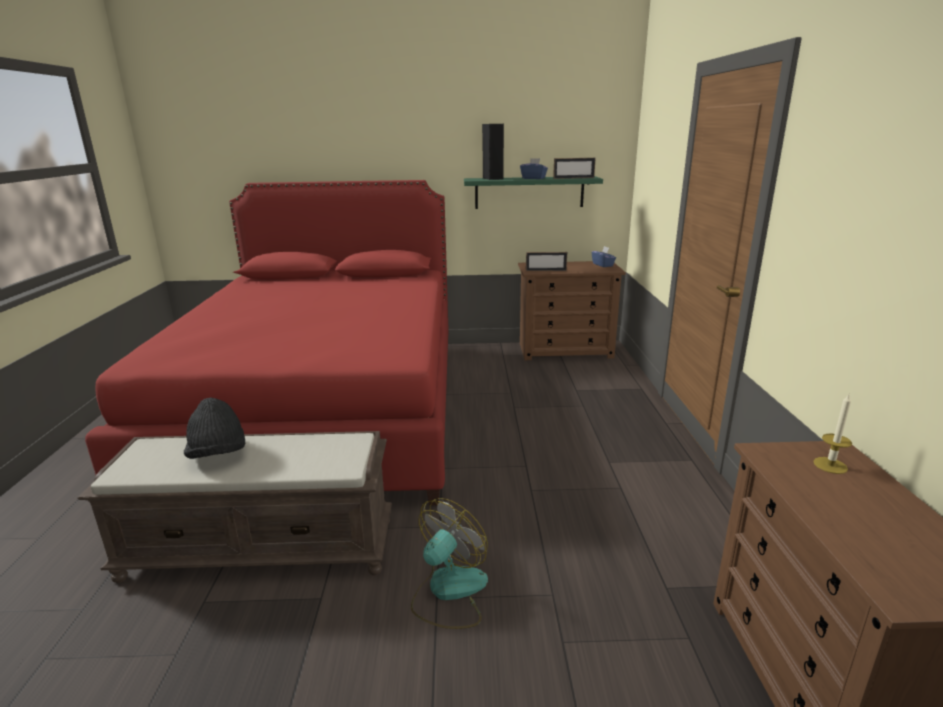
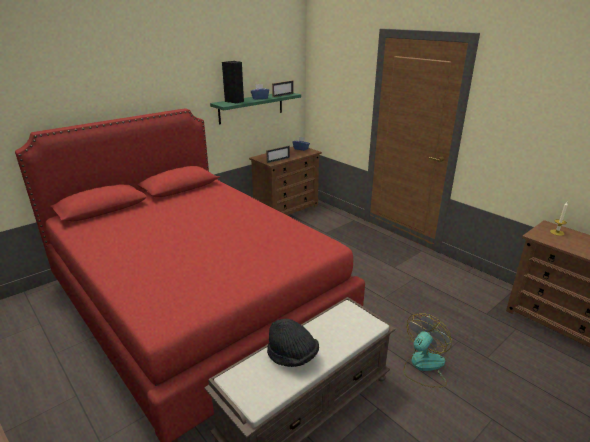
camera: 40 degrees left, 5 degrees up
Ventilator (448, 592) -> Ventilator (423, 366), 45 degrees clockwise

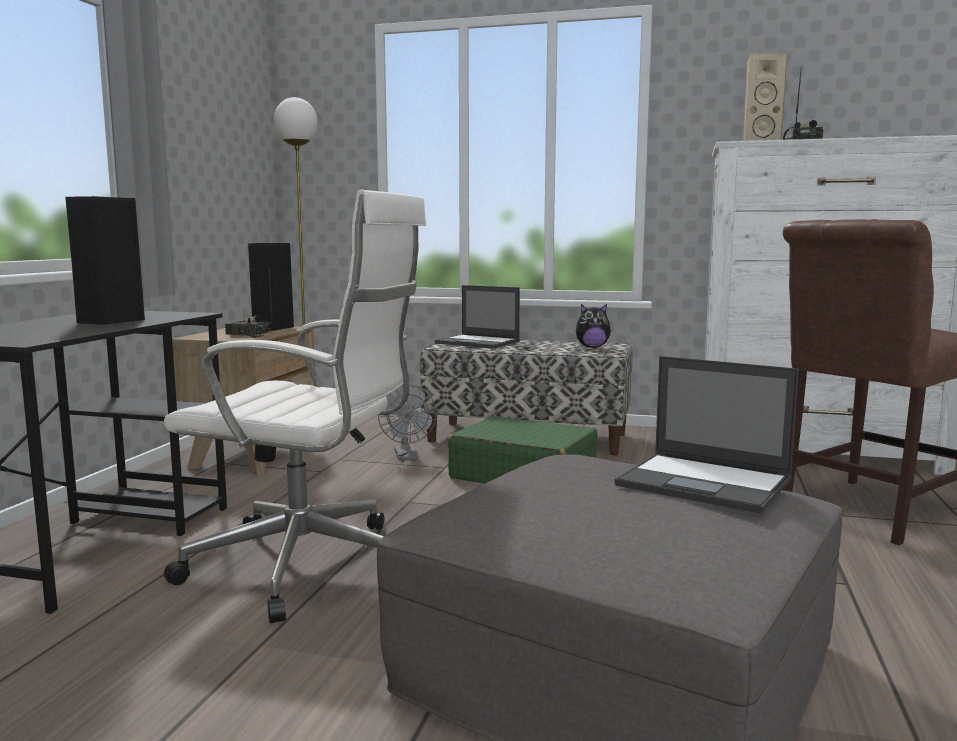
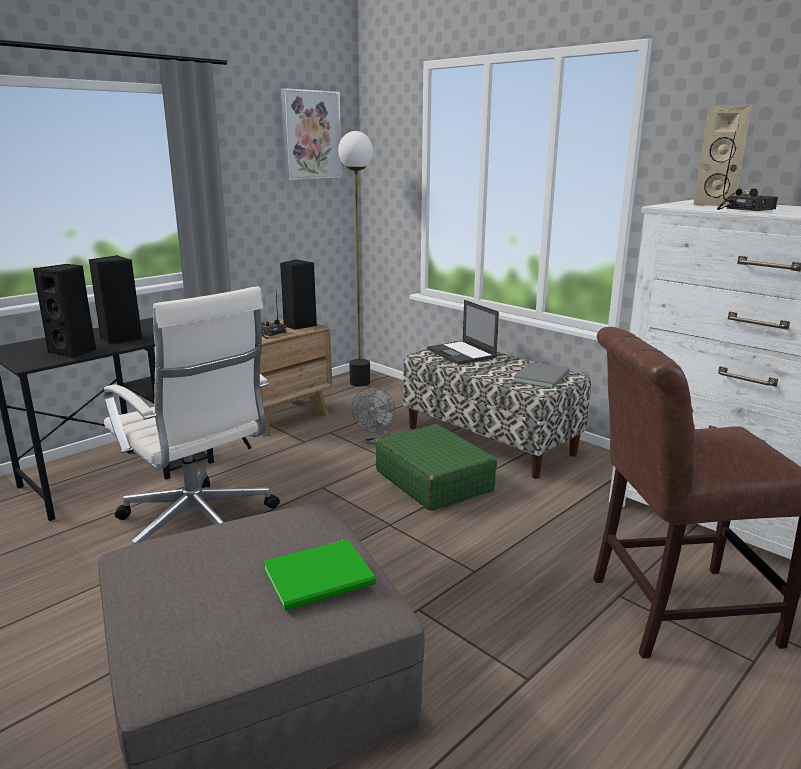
camera: 30 degrees right, 10 degrees up
none -> Lautsprecher [schwarz] (74, 352)
Laptop (706, 483) -> Buch [grün] (322, 577)
none -> Bild (311, 135)
Plüschtier (592, 347) -> Buch [grau] (543, 377)

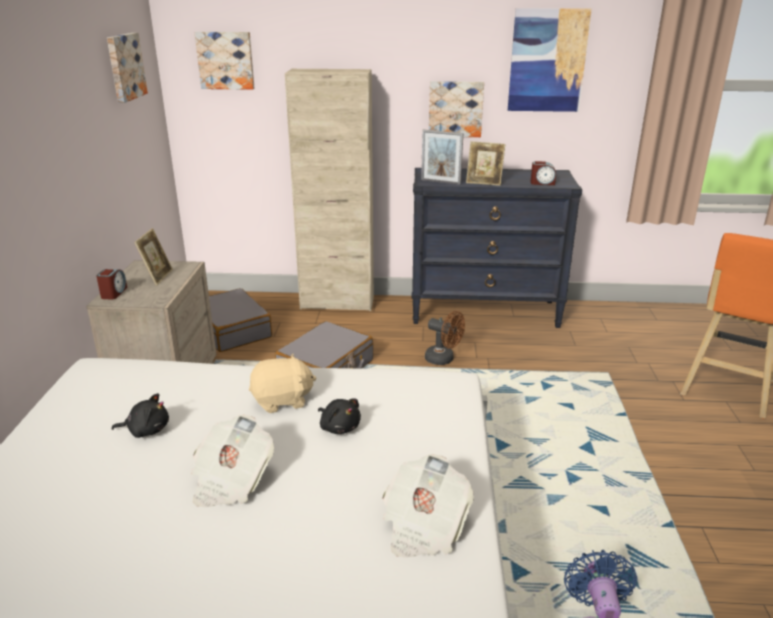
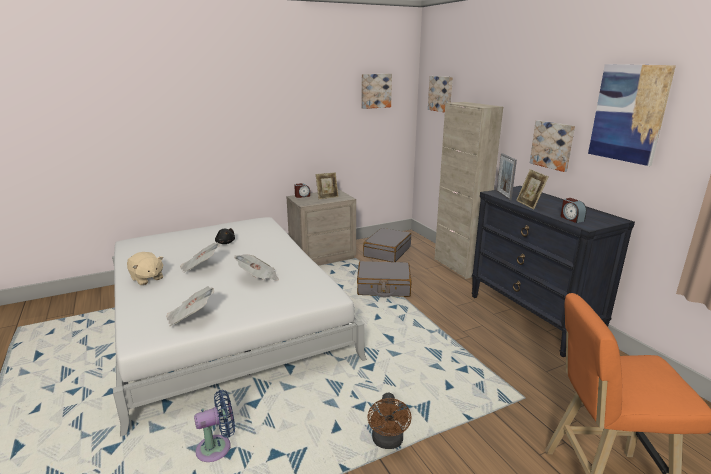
camera: 60 degrees right, 5 degrees down
Plüschtier [beige] (282, 400) -> Plüschtier [beige] (147, 278), relocated
Plüschtier [schwarz] (339, 427) -> Zeitung (258, 278)
Ventilator [braun] (443, 359) -> Ventilator [braun] (388, 442), relocated

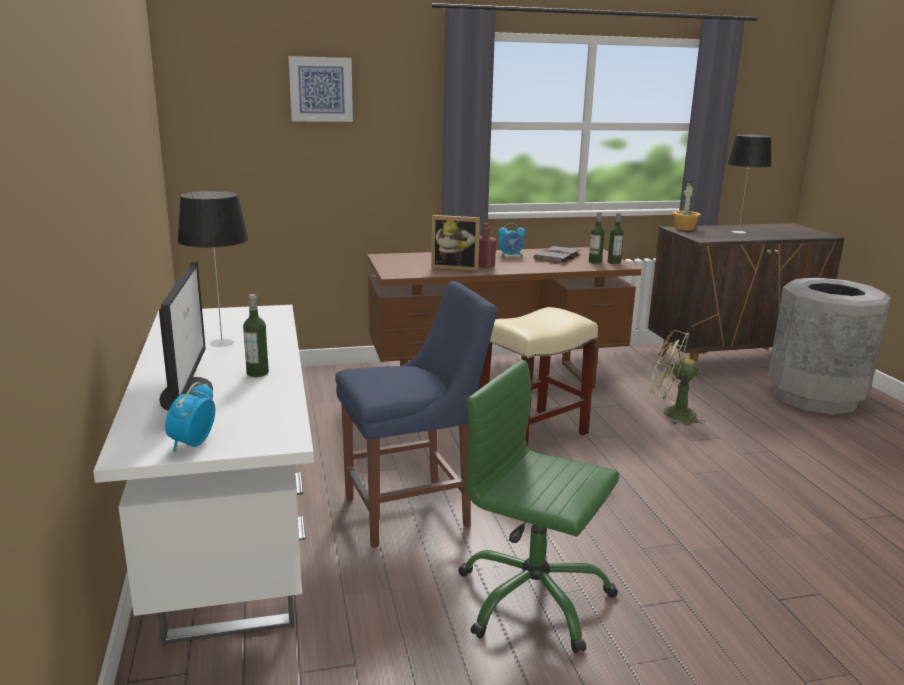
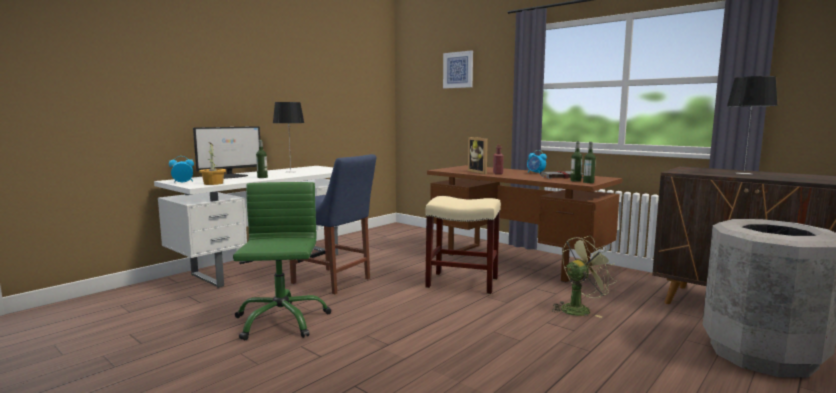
camera: 55 degrees right, 10 degrees down
Topfpflanze (684, 228) -> Topfpflanze (213, 183), relocated
Ventilator [grün] (671, 413) -> Ventilator [grün] (579, 309), 75 degrees clockwise

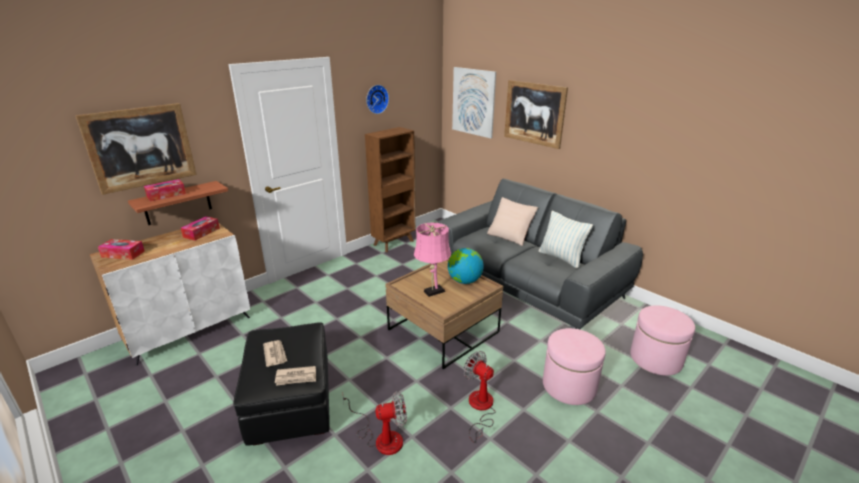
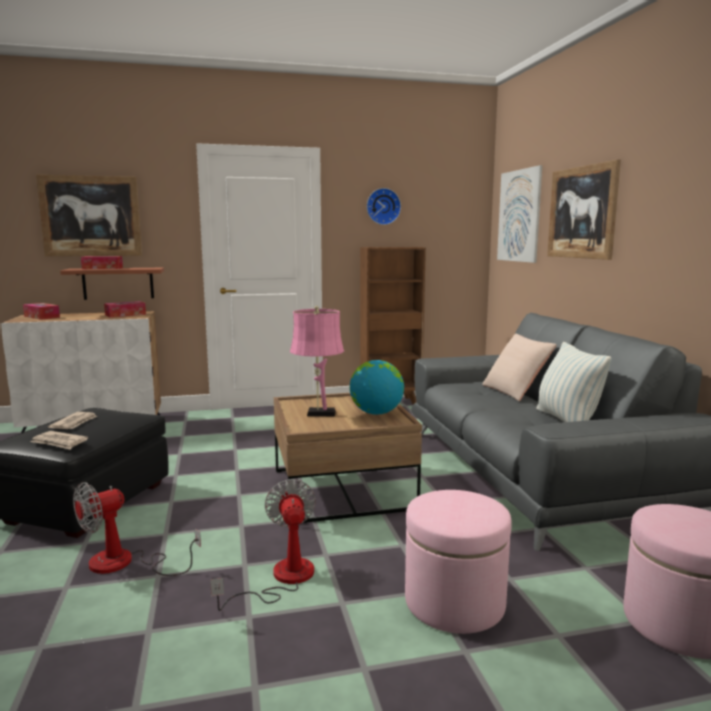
camera: 30 degrees right, 15 degrees down
Ventilator (381, 437) -> Ventilator (125, 563), 120 degrees clockwise

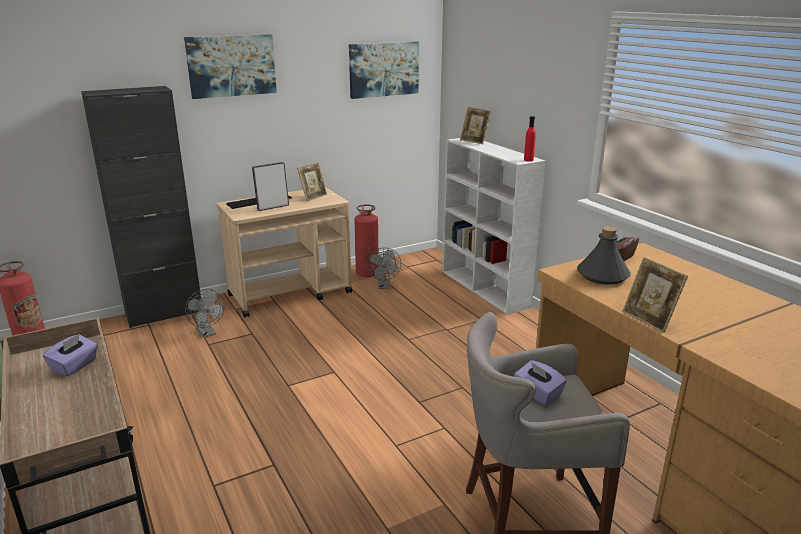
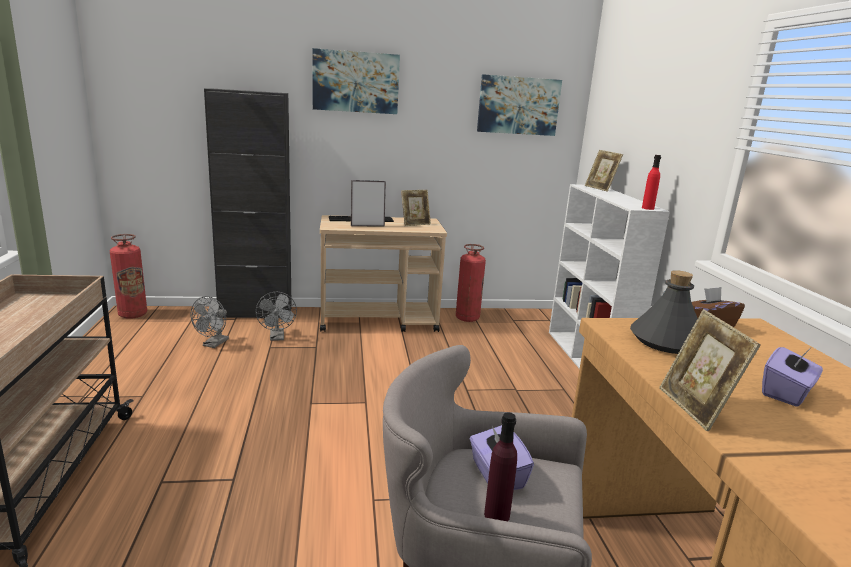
camera: 20 degrees right, 5 degrees down
Ventilator [grau] (384, 286) -> Ventilator [grau] (213, 344), relocated
none -> Flasche [lila] (497, 515)
Taschentuchbox [lila] (75, 366) -> Taschentuchbox [lila] (786, 393), relocated

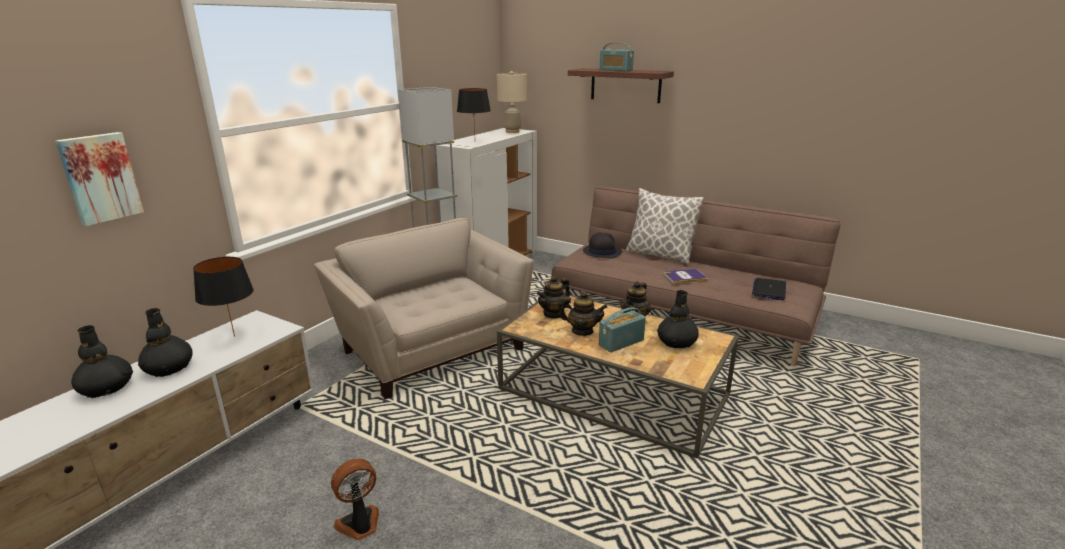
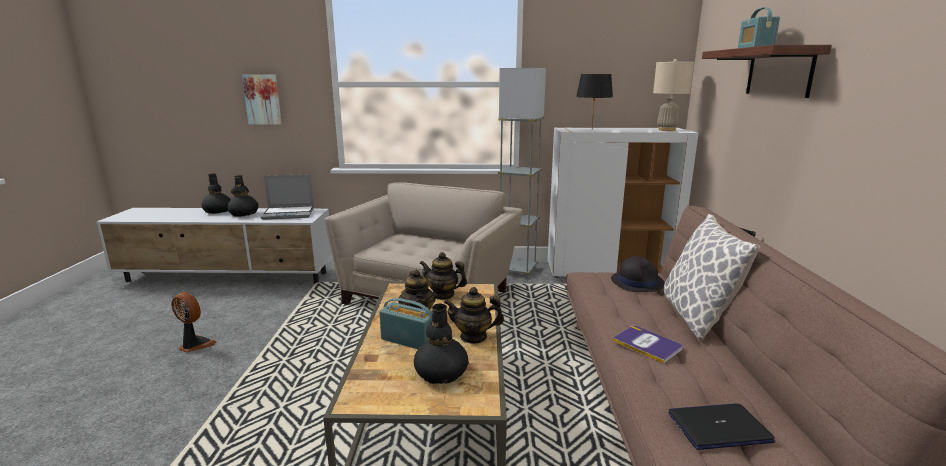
camera: 60 degrees right, 5 degrees down
Tischlampe [schwarz] (234, 336) -> Laptop (289, 214)

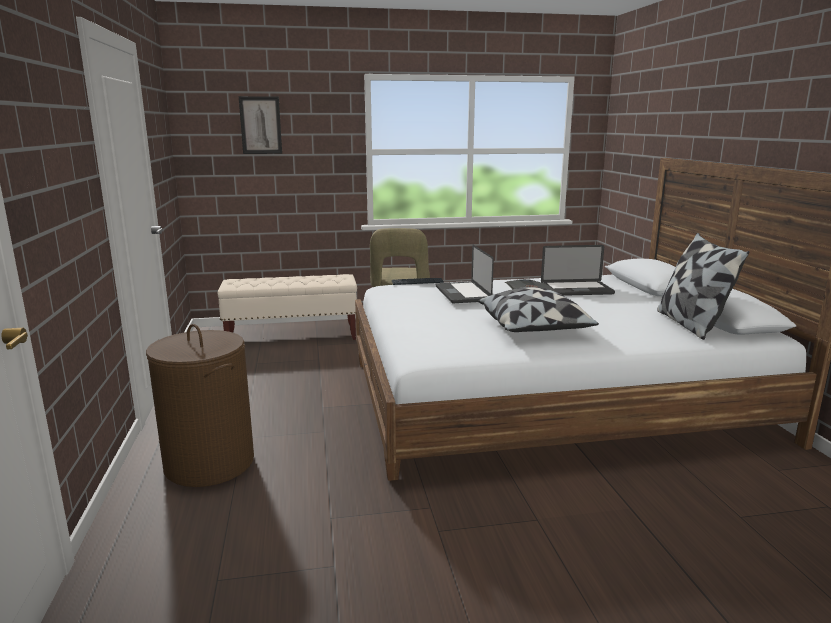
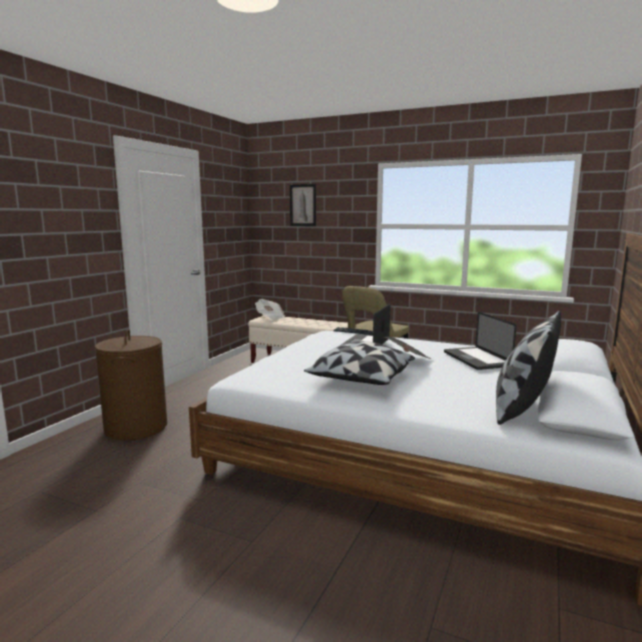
camera: 35 degrees right, 5 degrees down
none -> Zeitung (270, 317)
Laptop (576, 290) -> Laptop (476, 359), 45 degrees clockwise

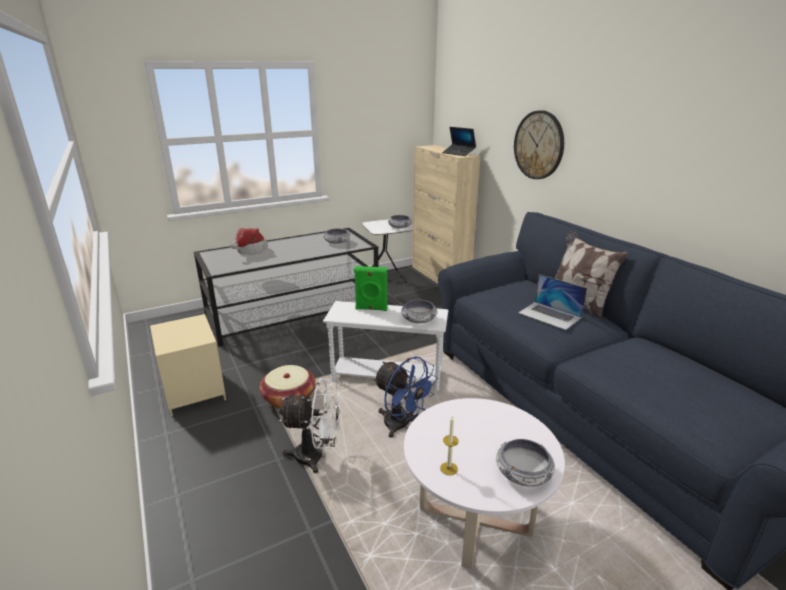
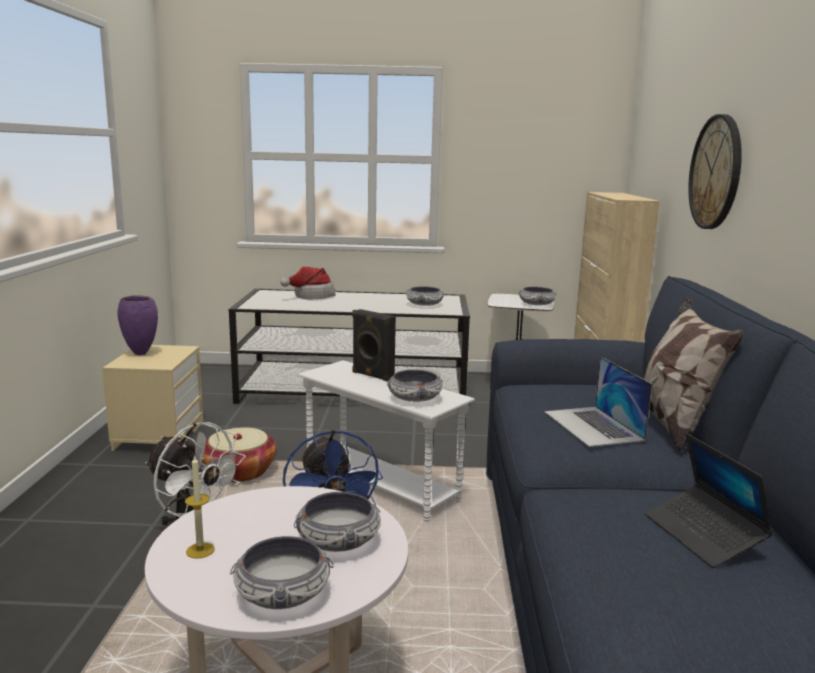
camera: 30 degrees right, 10 degrees down
none -> Vase [lila] (141, 354)
none -> Schüssel (338, 540)
Lautsprecher [grün] (371, 309) -> Lautsprecher [schwarz] (372, 375)
Laptop (458, 153) -> Laptop (703, 535), relocated

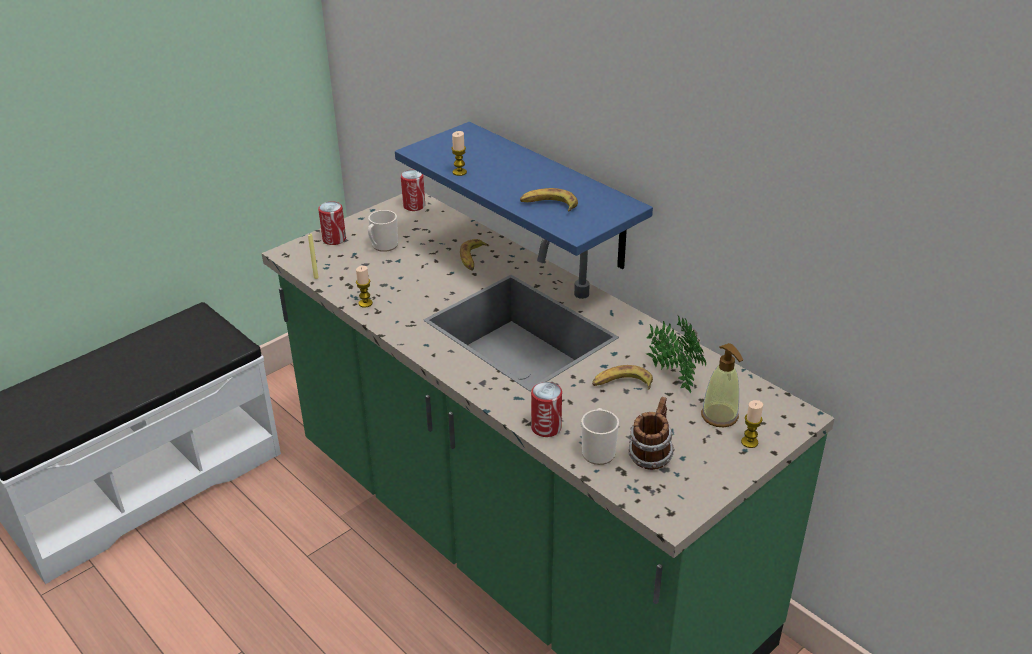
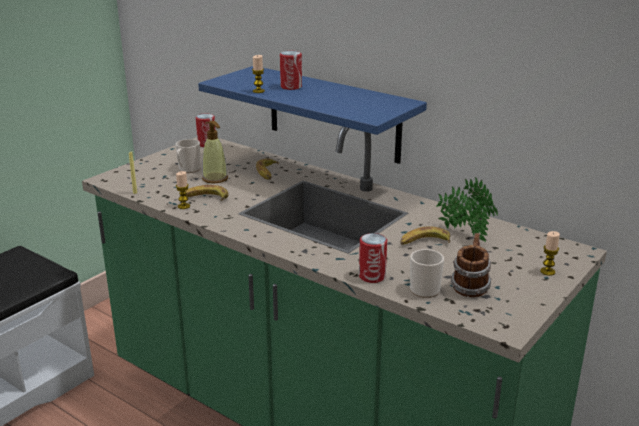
camera: 10 degrees left, 10 degrees down
Banane (548, 205) -> Banane (205, 198), relocated
Seifenspender (719, 416) -> Seifenspender (215, 179), relocated
Dose (334, 239) -> Dose (291, 87), relocated

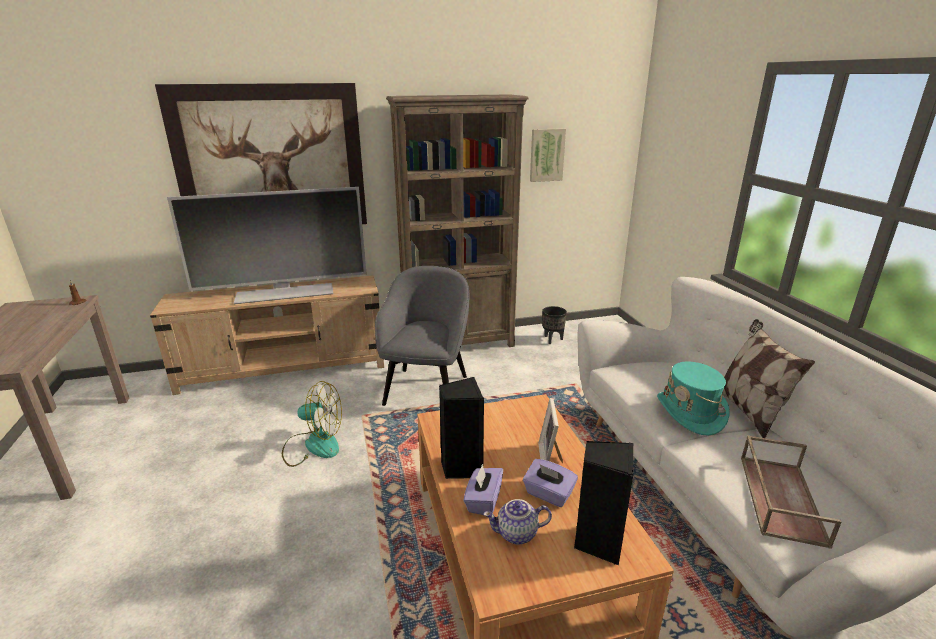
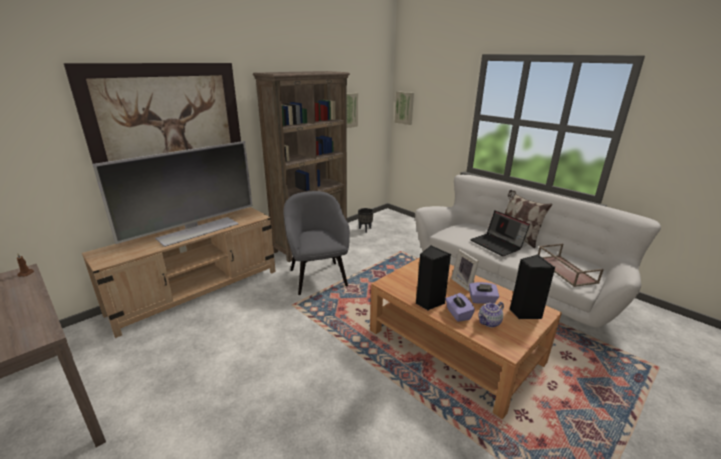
camera: 30 degrees left, 0 degrees up
none -> Bild (404, 108)
Hut [türkis] (690, 413) -> Laptop (497, 244)
Ventilator (313, 445) -> none

